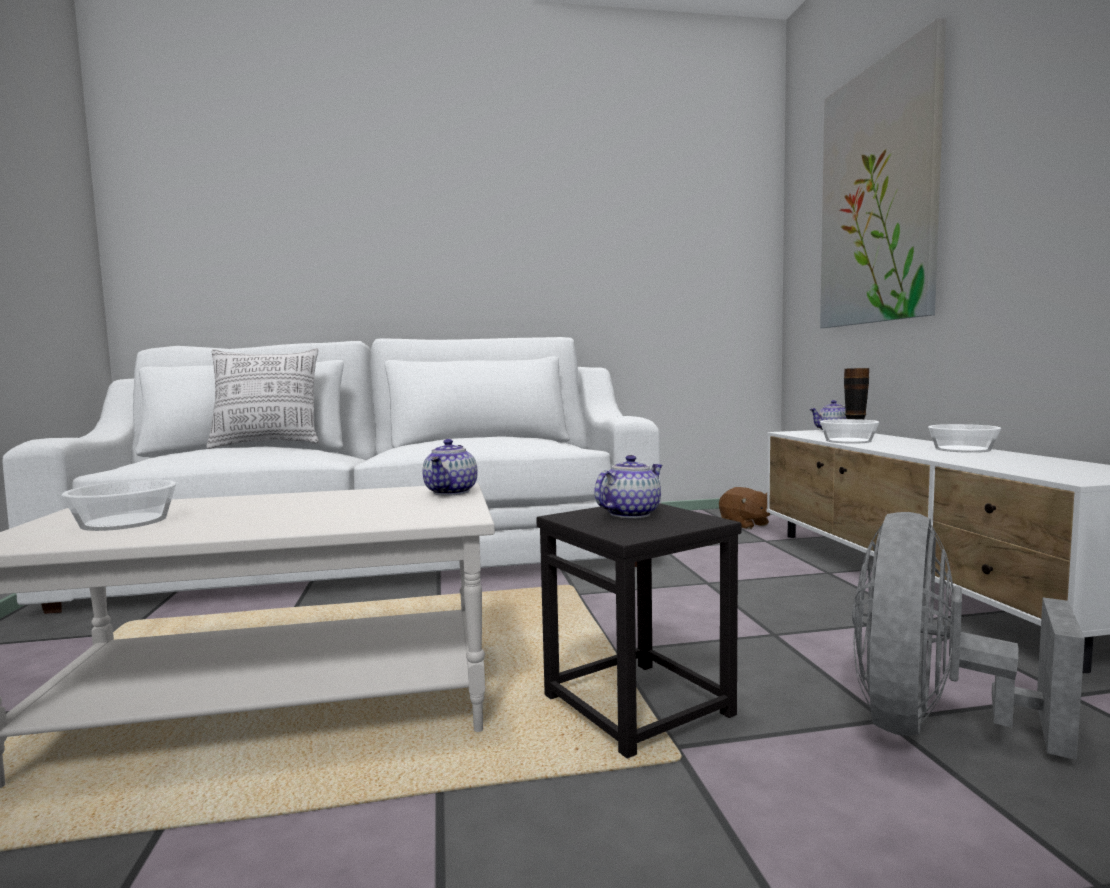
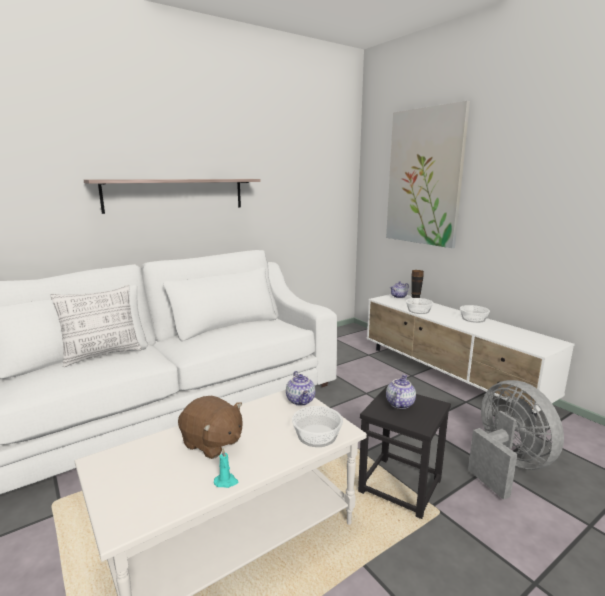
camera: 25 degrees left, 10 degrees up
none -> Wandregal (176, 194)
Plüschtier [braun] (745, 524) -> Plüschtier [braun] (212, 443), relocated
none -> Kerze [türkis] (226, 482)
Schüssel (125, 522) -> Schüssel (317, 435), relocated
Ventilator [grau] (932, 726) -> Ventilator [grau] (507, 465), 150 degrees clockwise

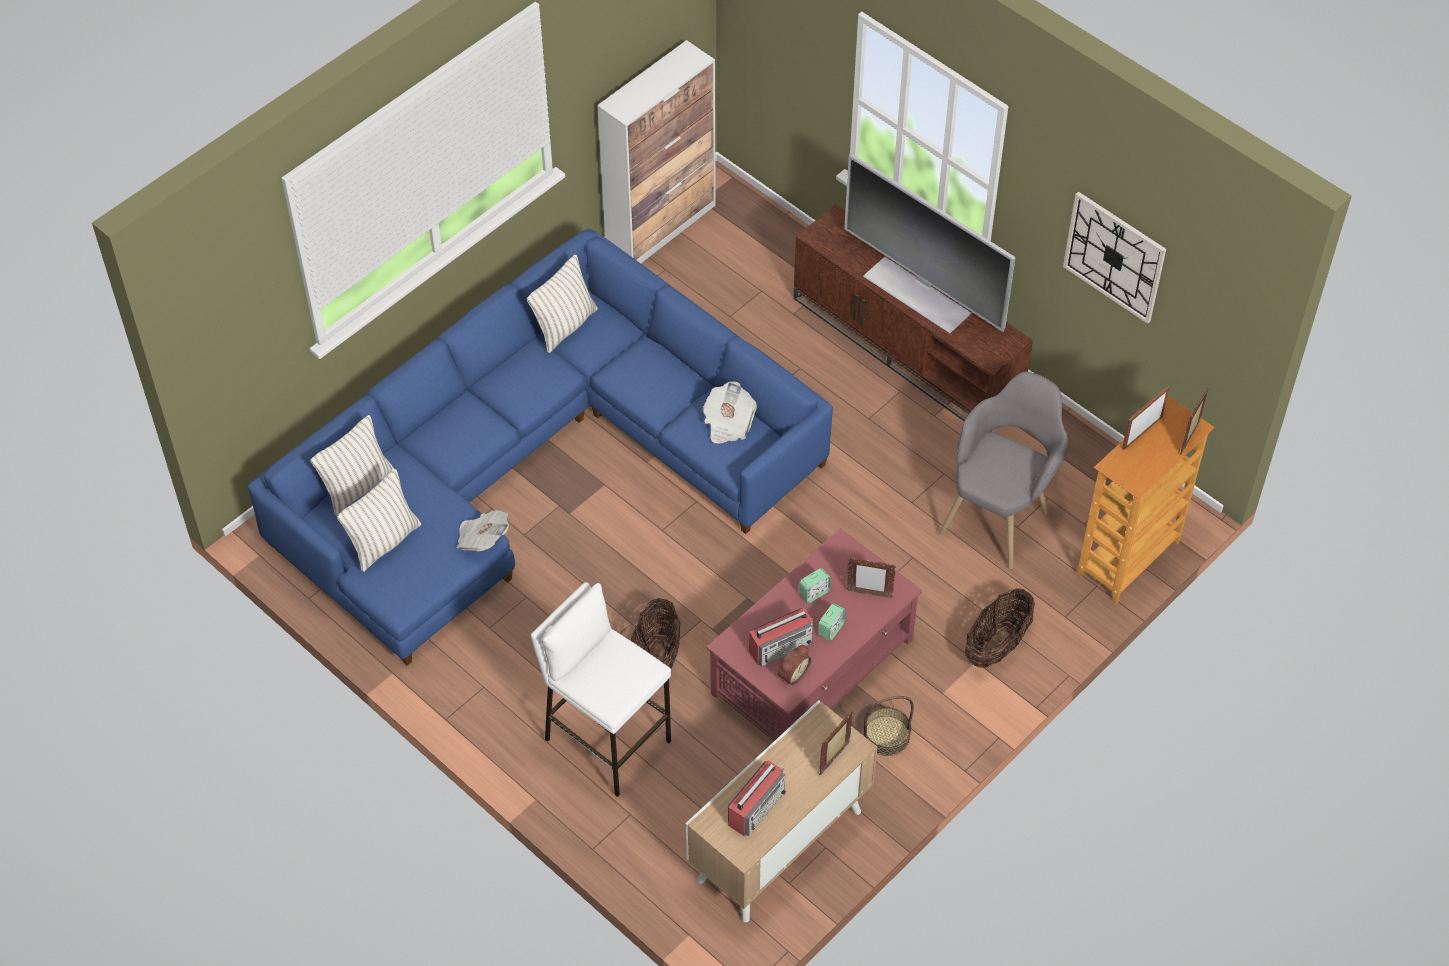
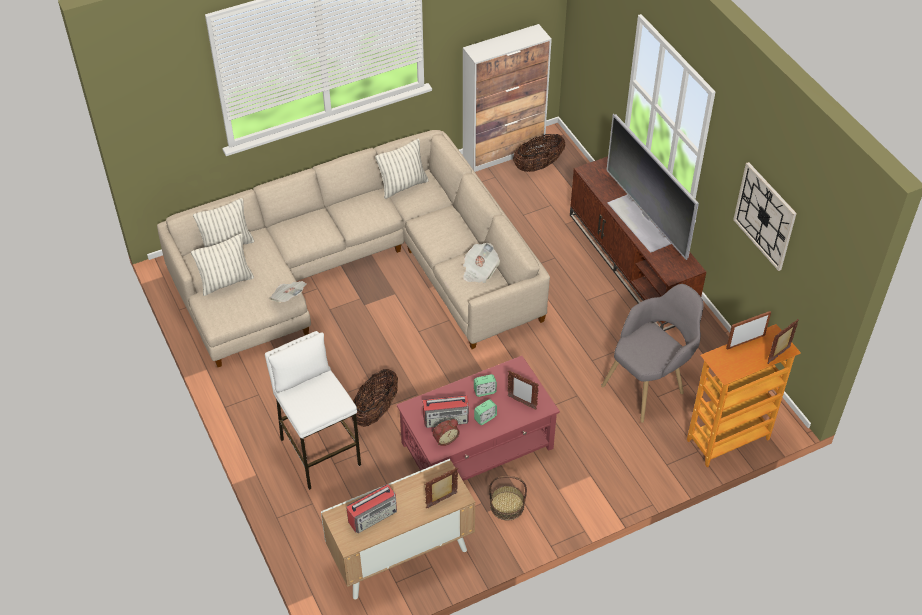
camera: 20 degrees right, 5 degrees down
Sofa [blau] (536, 464) -> Sofa [beige] (357, 270)
Korb (997, 644) -> Korb (538, 165), relocated

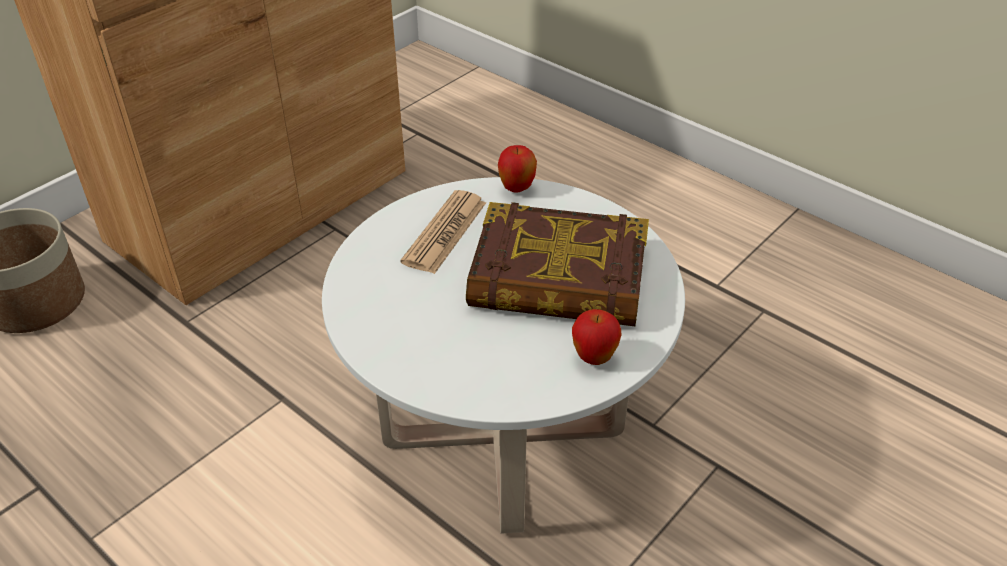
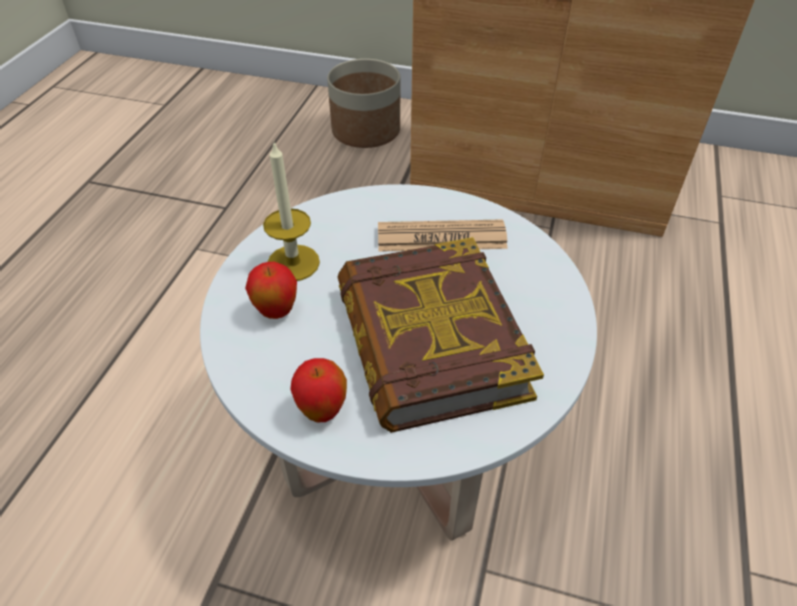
camera: 65 degrees right, 5 degrees up
Apfel (516, 189) -> Apfel (276, 311), relocated
none -> Kerze (293, 263)

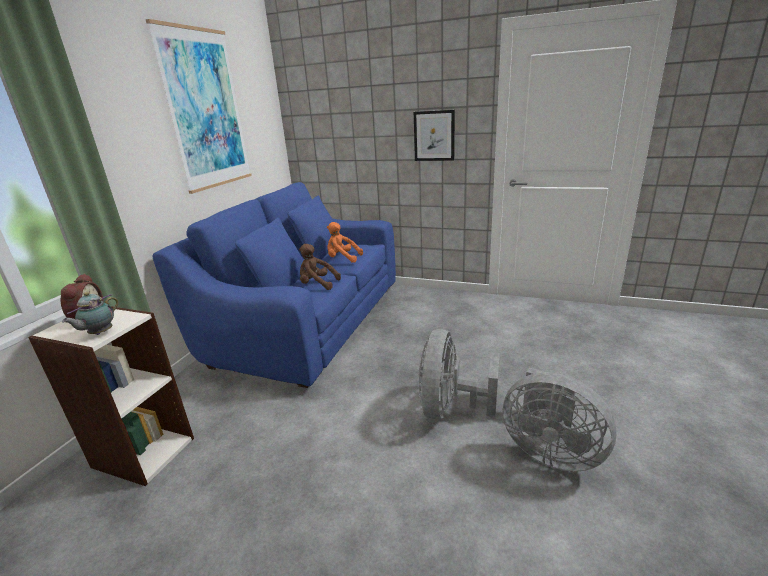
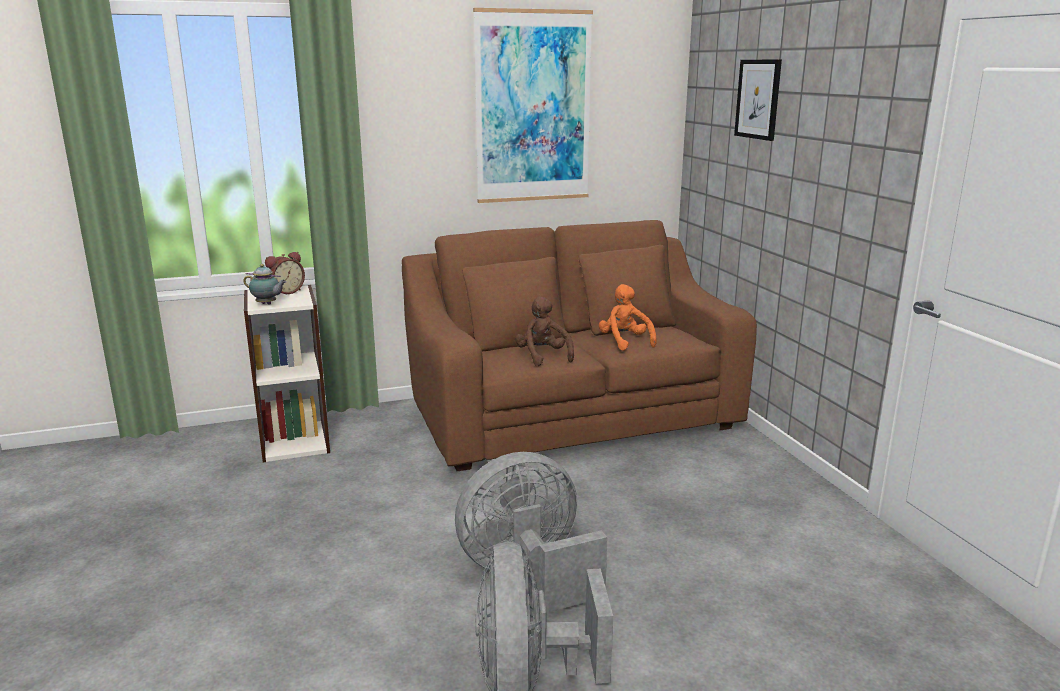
camera: 50 degrees right, 5 degrees down
Teekanne (99, 333) -> Teekanne (267, 304), 150 degrees counterclockwise
Sofa [blau] (308, 322) -> Sofa [braun] (571, 416)
Bild (434, 136) -> Bild (758, 99), relocated

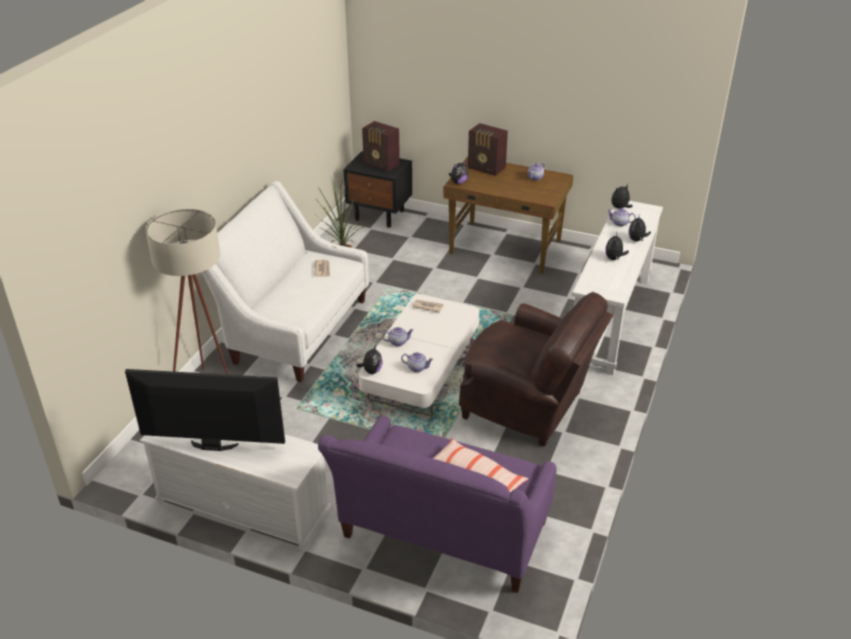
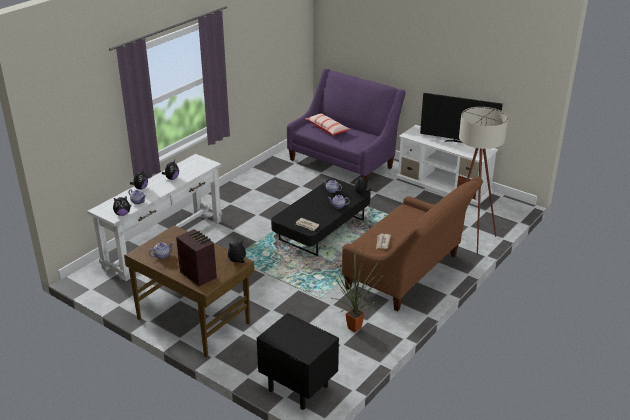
camera: 165 degrees left, 5 degrees down
Couchtisch [weiß] (421, 373) -> Couchtisch [schwarz] (322, 230)
Sofa [weiß] (293, 329) -> Sofa [braun] (408, 274)
Radio (381, 164) -> none
Sessel [braun] (528, 406) -> none

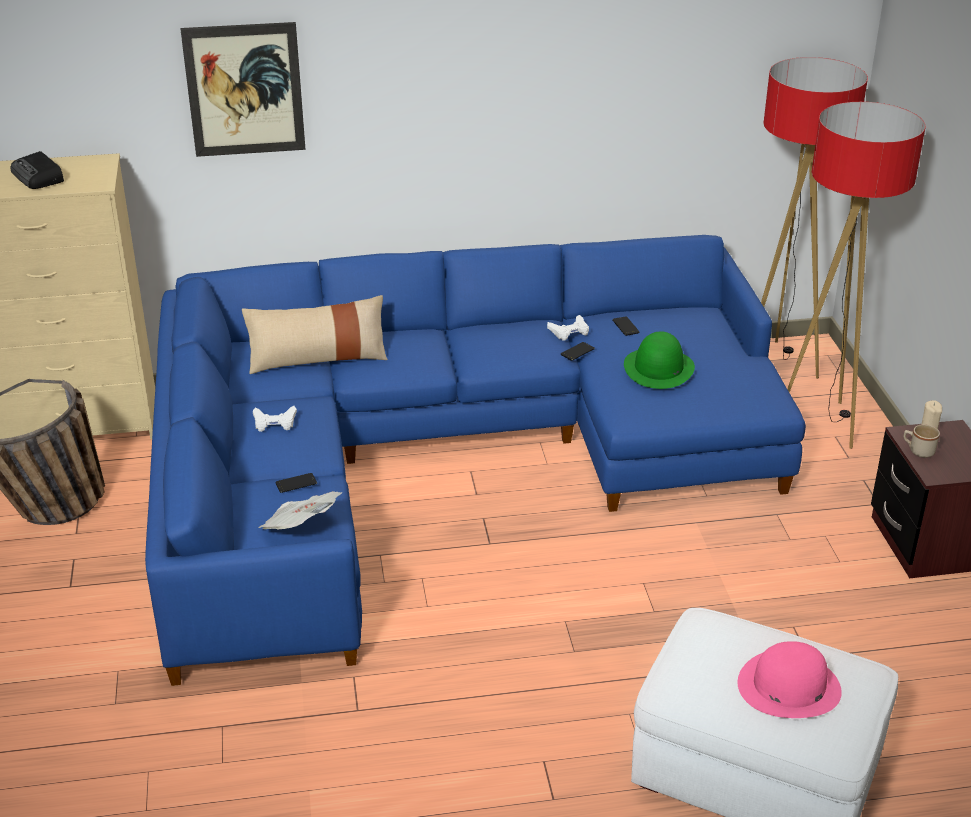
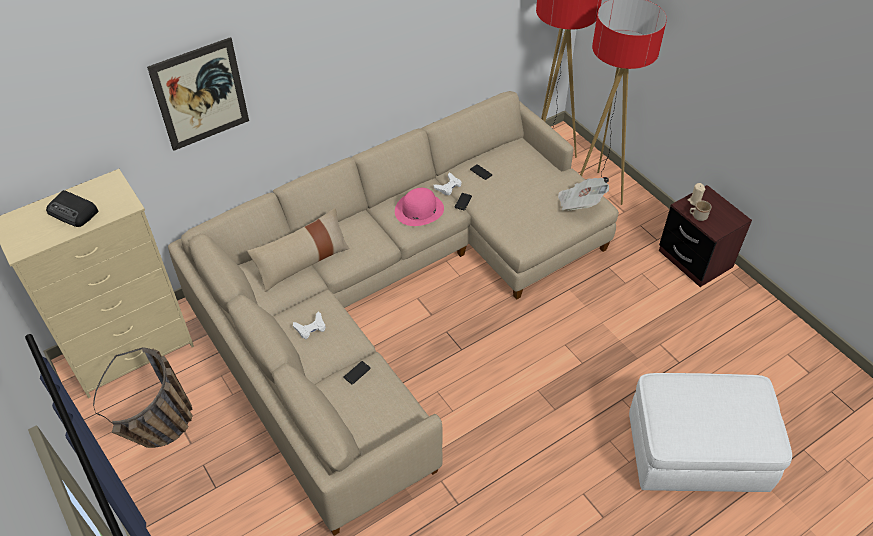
camera: 25 degrees left, 15 degrees up
Sofa [blau] (441, 459) -> Sofa [beige] (394, 295)
Hut [rosa] (788, 686) -> Hut [rosa] (419, 210), relocated
Zeitung (301, 528) -> Zeitung (580, 203), relocated
Hut [grün] (659, 368) -> none

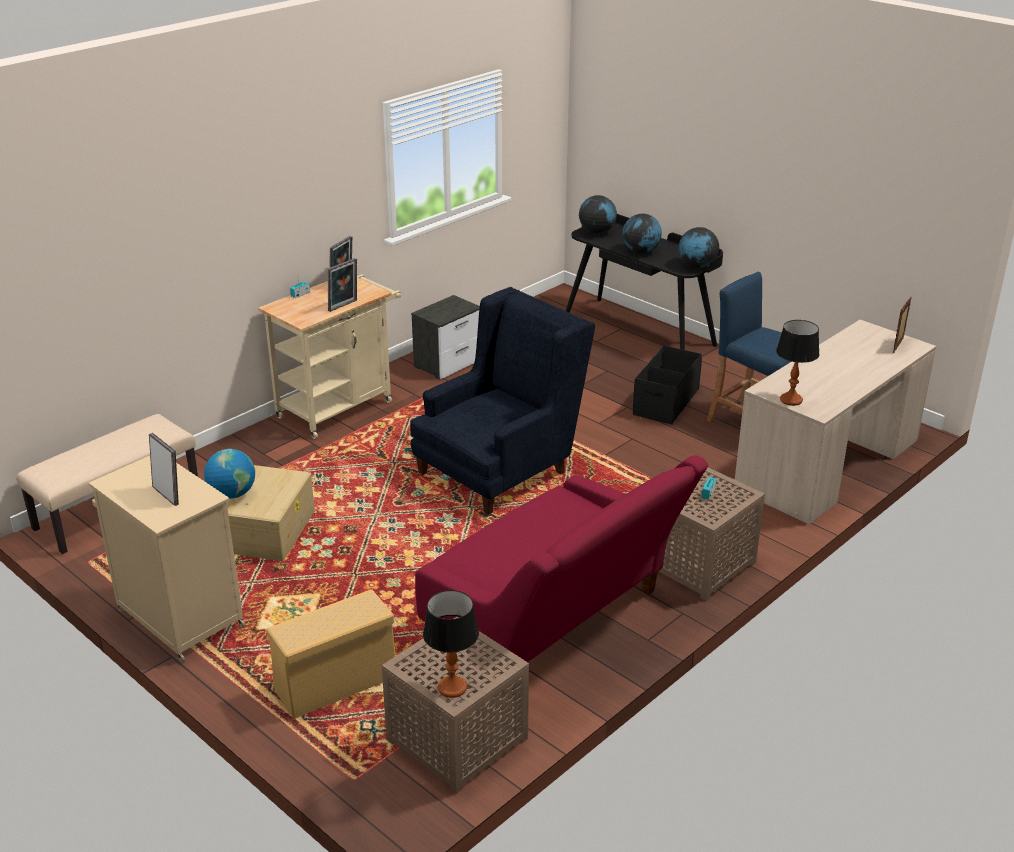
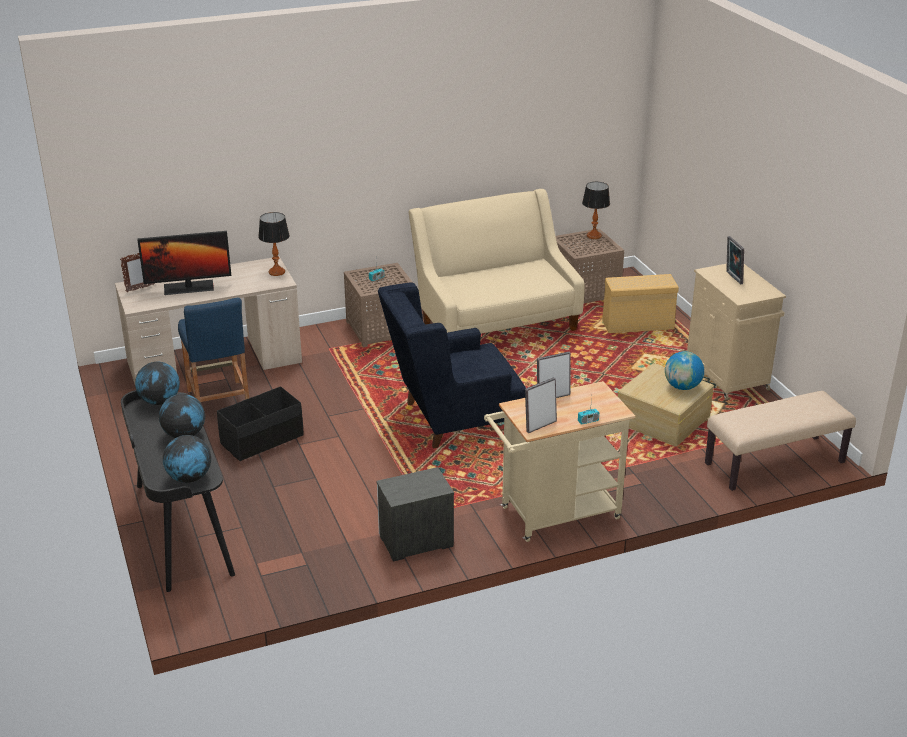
camera: 155 degrees left, 0 degrees up
none -> Monitor (188, 287)
Sofa [rot] (555, 623) -> Sofa [beige] (495, 321)

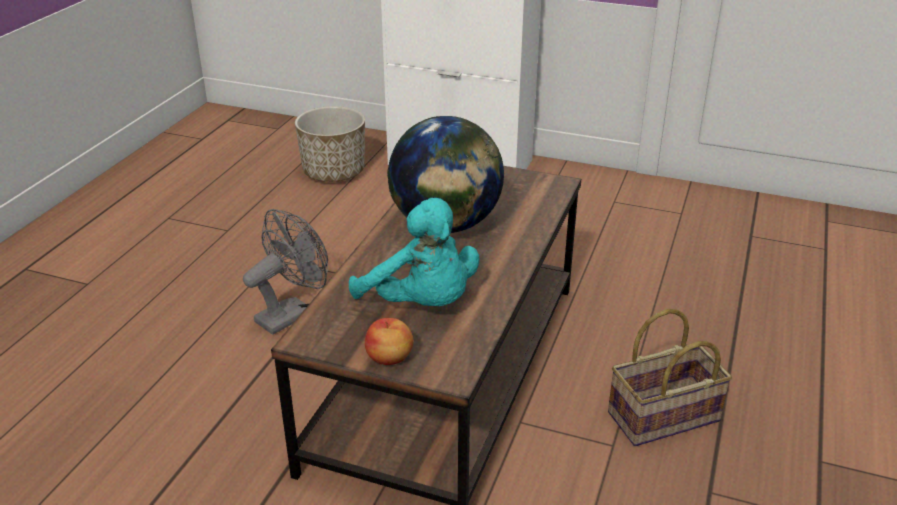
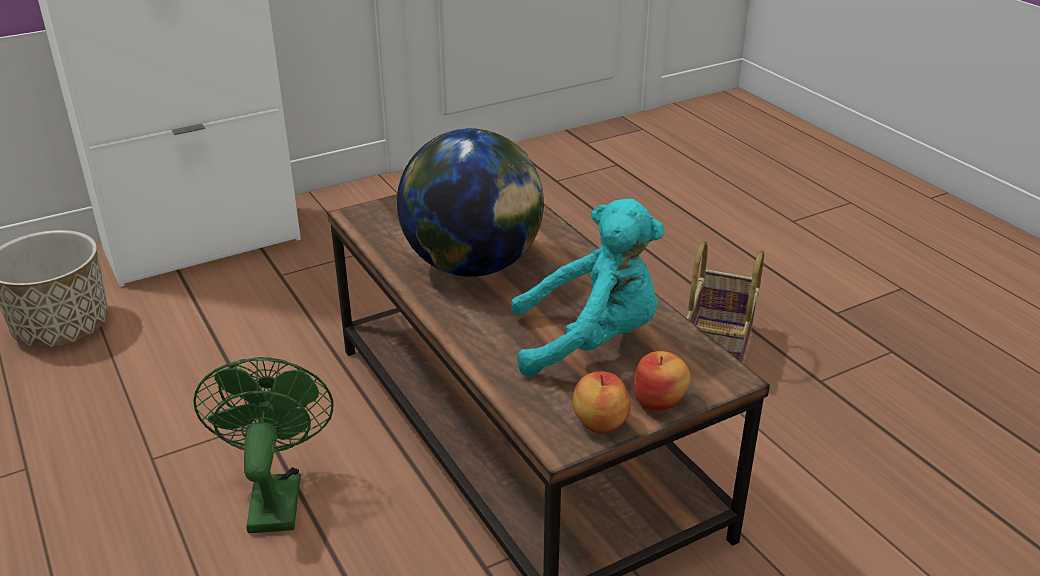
camera: 50 degrees left, 0 degrees up
Ventilator [grau] (292, 313) -> Ventilator [grün] (275, 495)
none -> Apfel (598, 423)

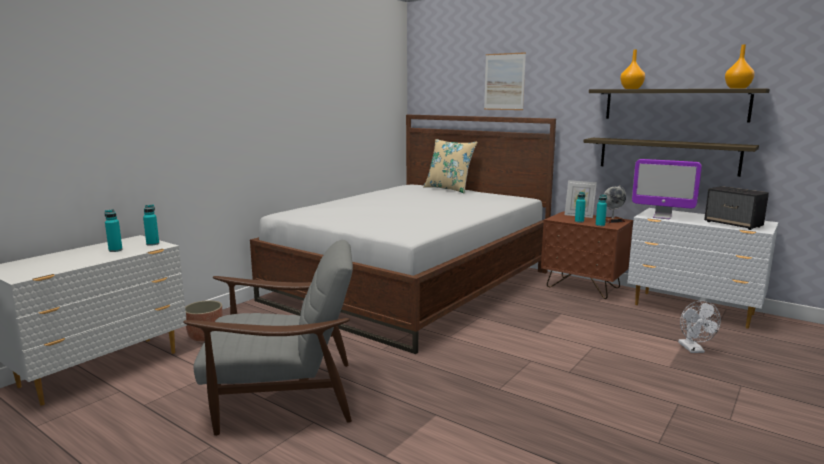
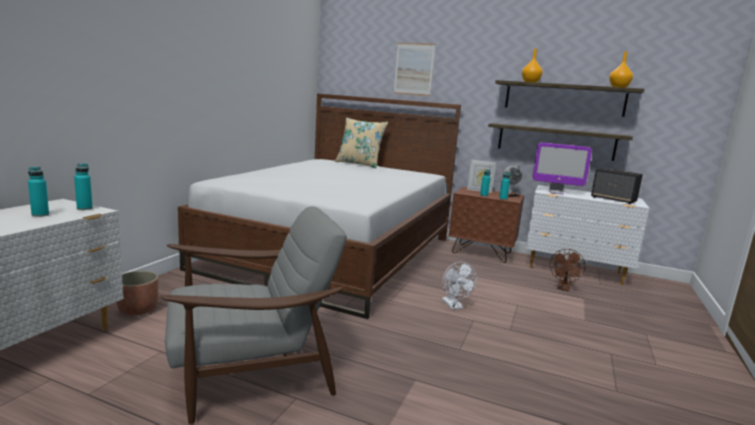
camera: 15 degrees left, 0 degrees up
Ventilator [weiß] (693, 349) -> Ventilator [weiß] (454, 306), relocated
none -> Ventilator [braun] (563, 288)

